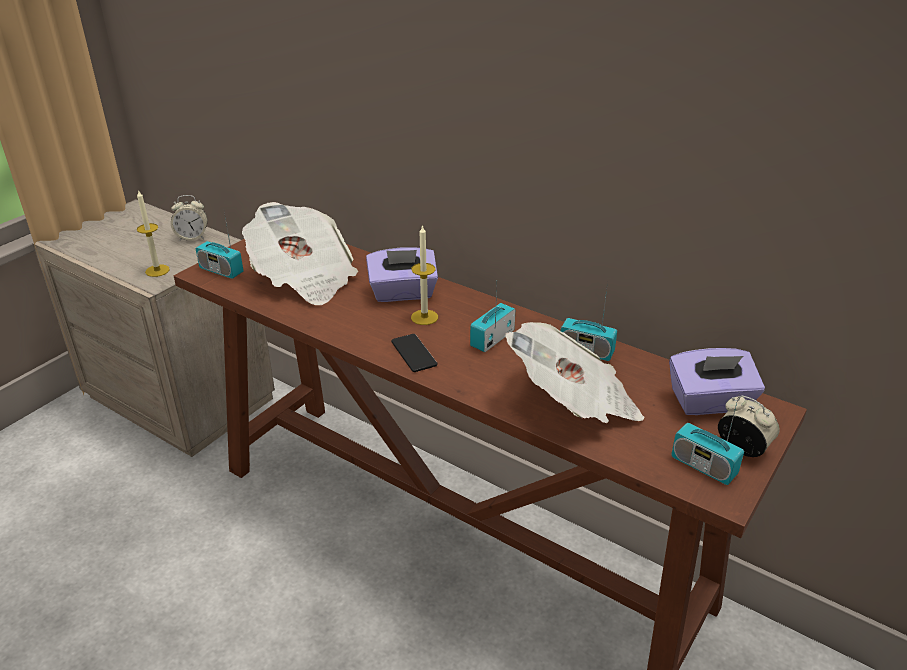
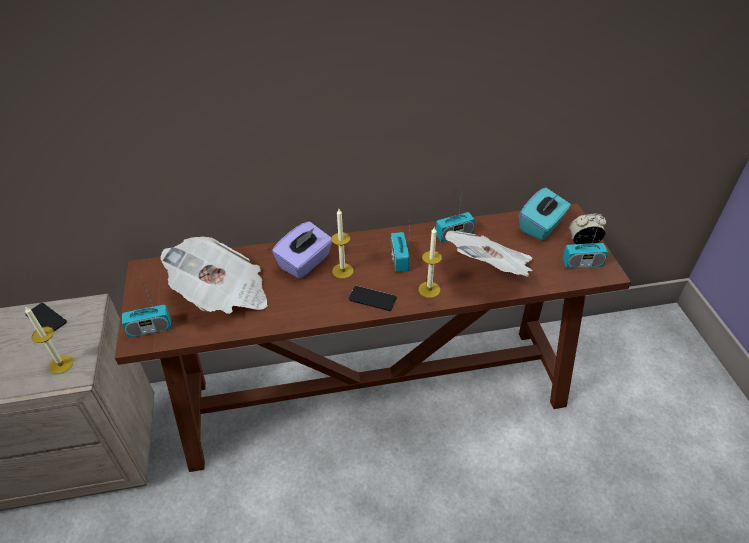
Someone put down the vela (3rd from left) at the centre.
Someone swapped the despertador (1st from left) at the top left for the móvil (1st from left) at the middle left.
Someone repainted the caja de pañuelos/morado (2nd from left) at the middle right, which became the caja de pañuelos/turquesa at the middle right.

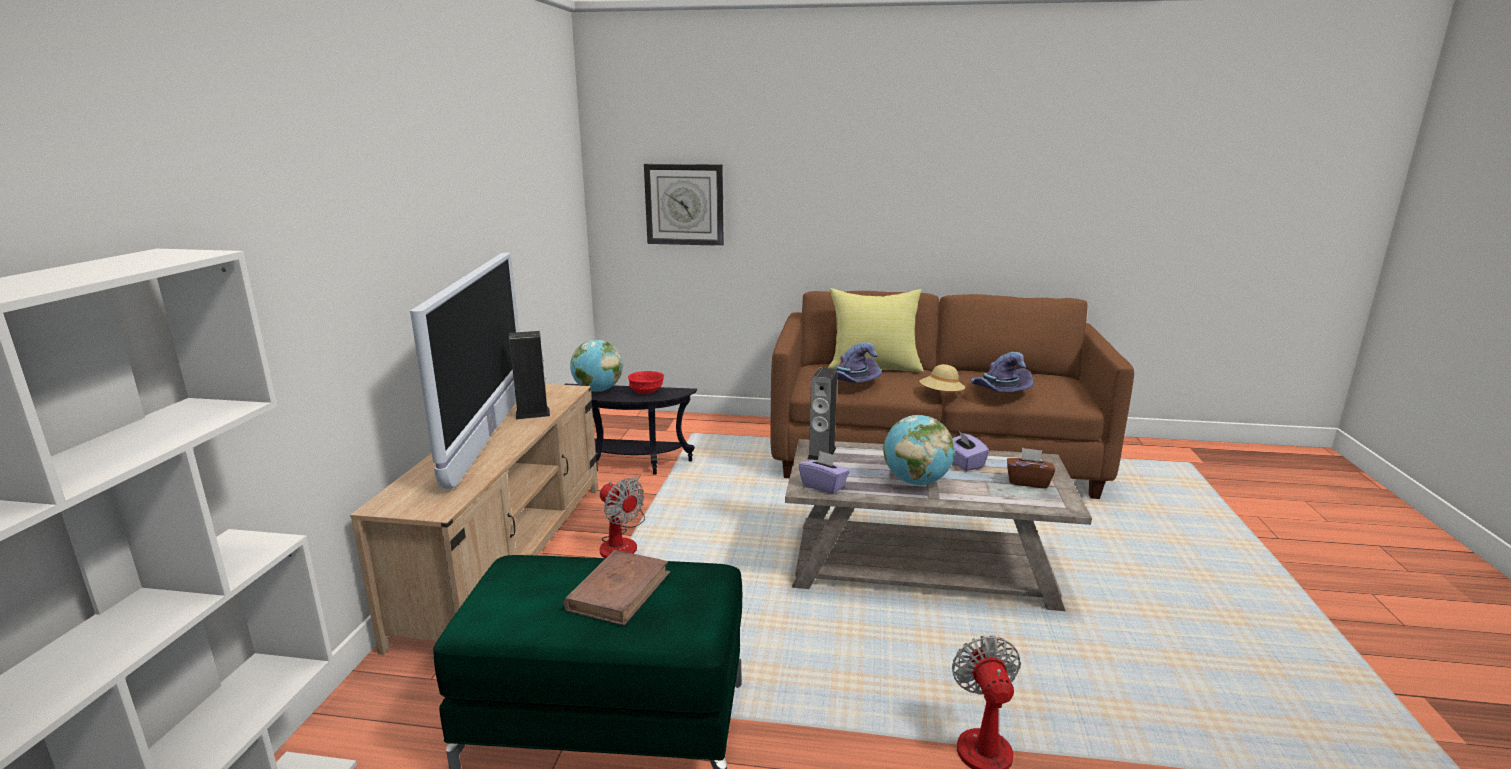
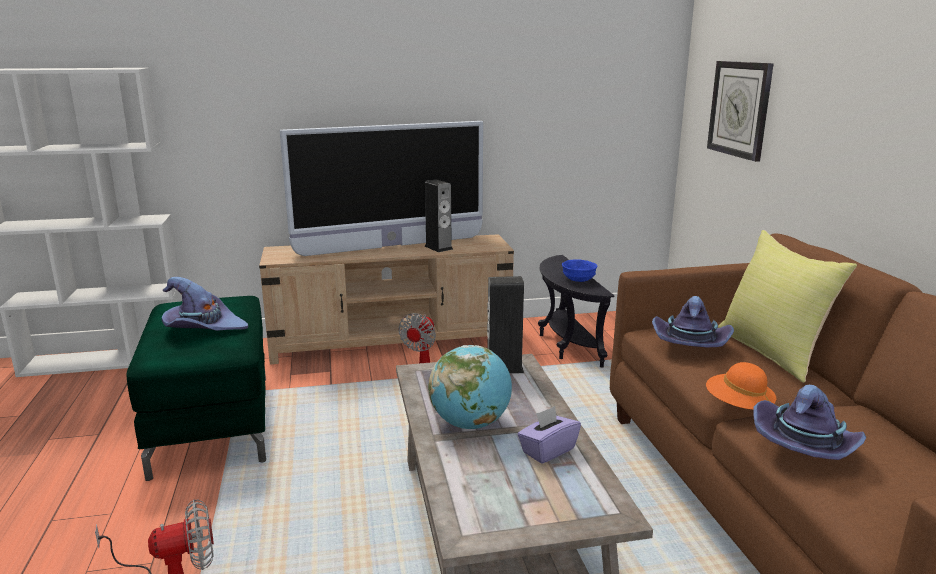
Someone took away the globo terráqueo (1st from left) at the centre.
Someone took away the caja de pañuelos/morado (1st from left) at the centre.
Someone took away the caja de pañuelos/marrón at the middle right.
Someone swapped the libro/marrón at the bottom centre for the sombrero/morado (1st from left) at the middle left.
Someone repainted the cuenco/rojo at the centre, which became the cuenco/azul at the centre.
Someone repainted the sombrero/beis at the centre, which became the sombrero/naranja at the bottom right.

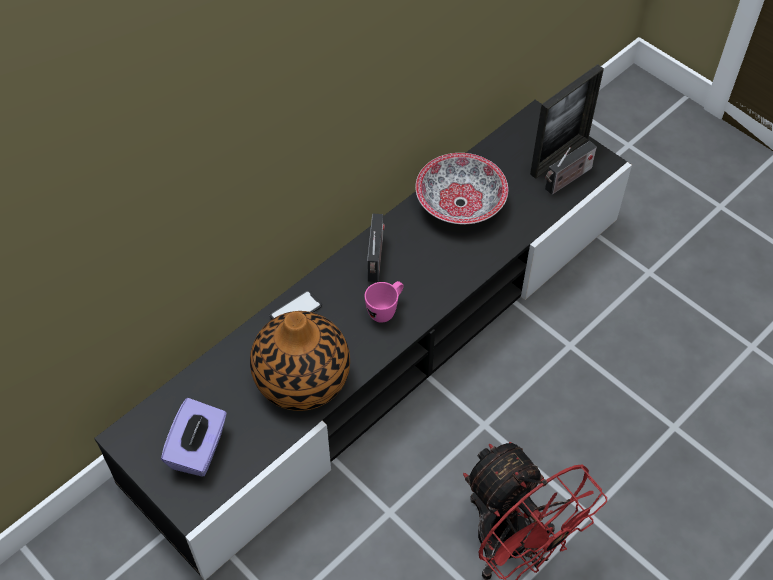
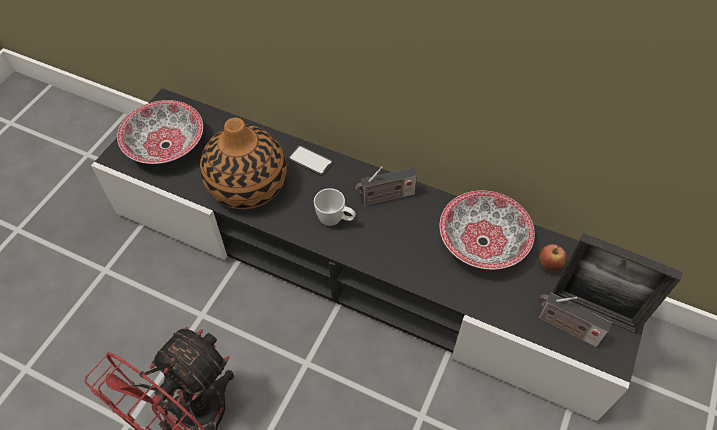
Someone put down the manzana at the middle right.
Someone swapped the caja de pañuelos/morado at the bottom left for the cuenco (1st from left) at the top left.
Someone repainted the taza grande/rosa at the centre, which became the taza grande/blanco at the centre.

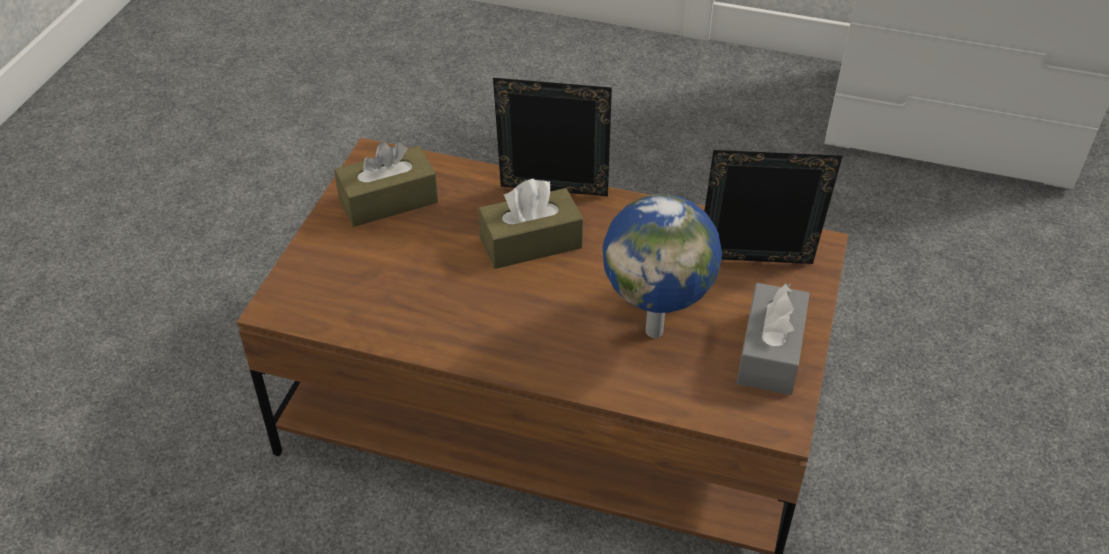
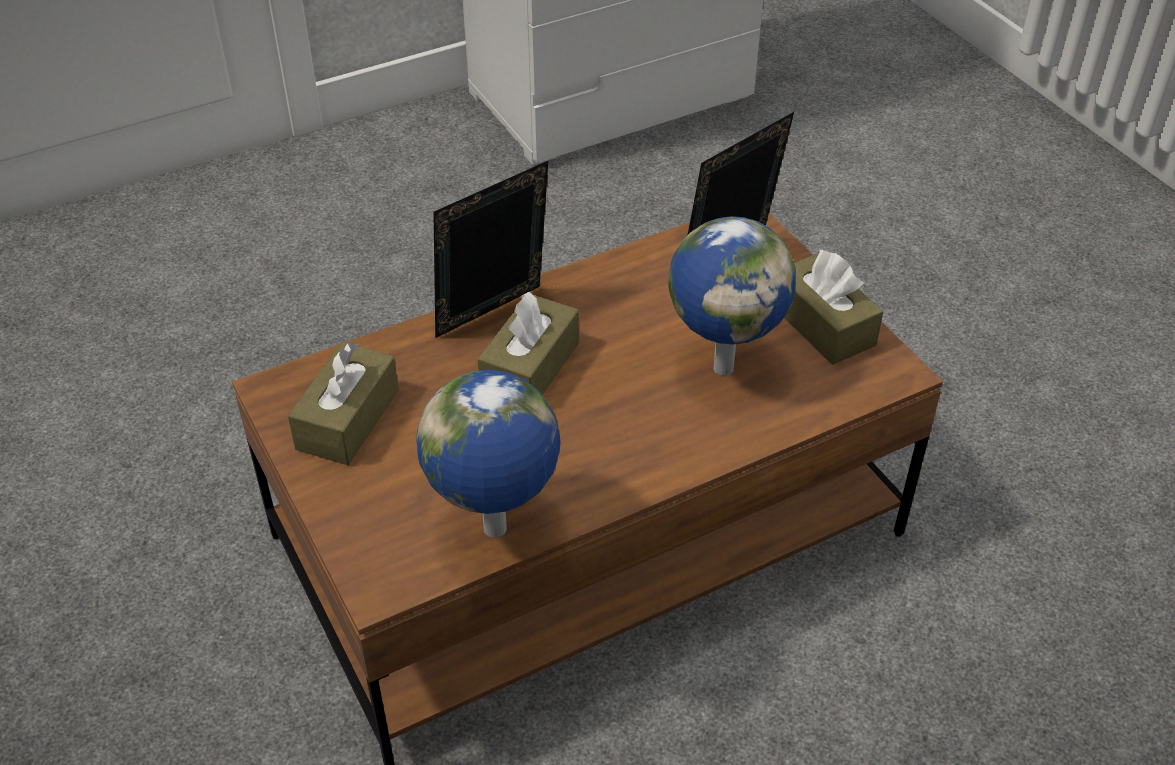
Someone put down the globo terráqueo (1st from left) at the centre.
Someone repainted the caja de pañuelos/gris at the middle right, which became the caja de pañuelos/marrón (3rd from left) at the middle right.

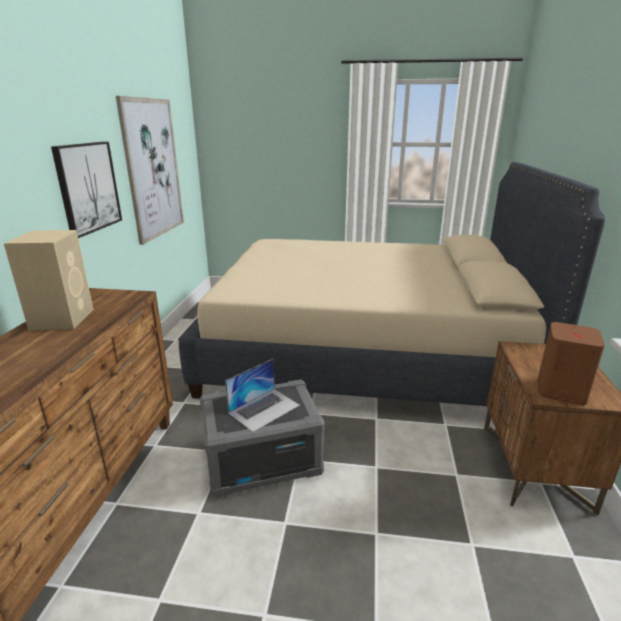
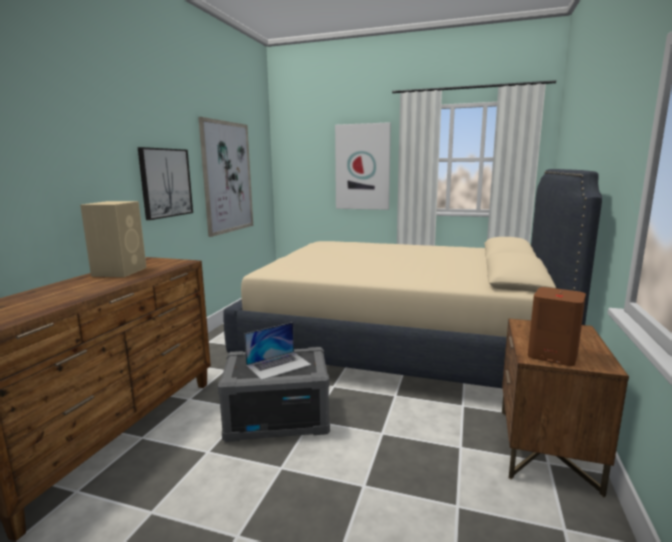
Someone put up the cuadro (3rd from left) at the top centre.

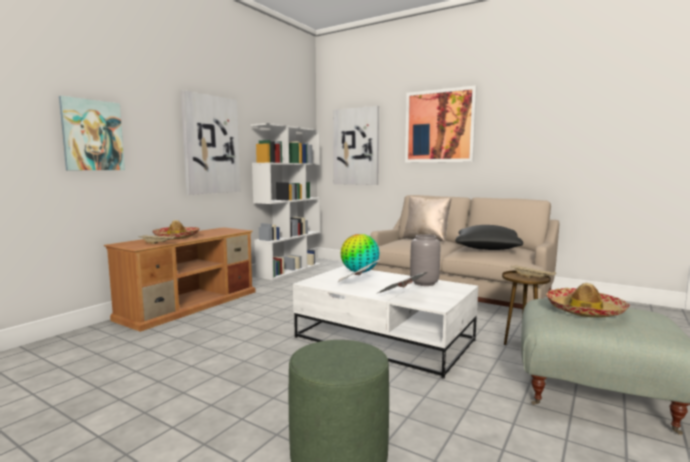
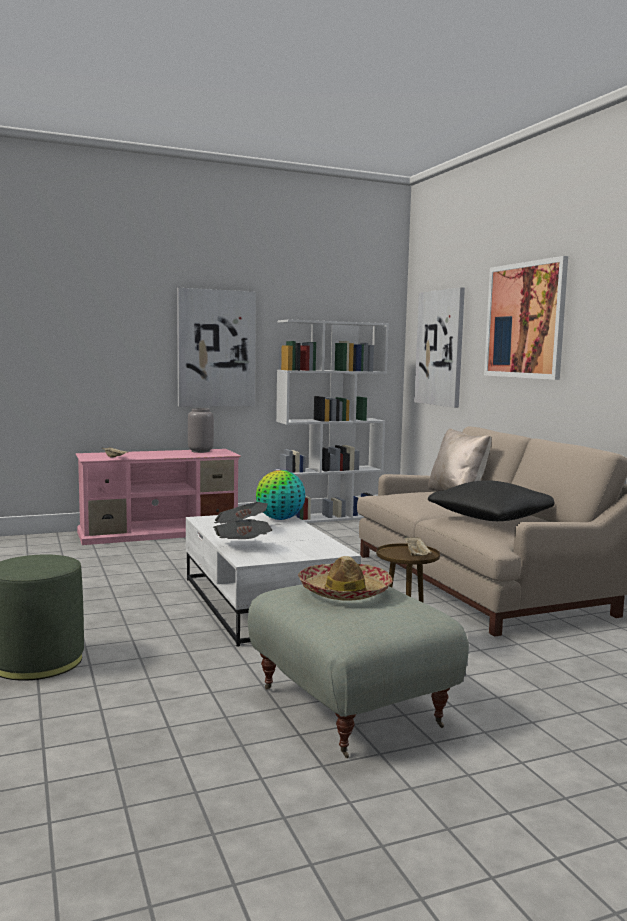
Someone took away the cuadro (1st from left) at the top left.
Someone took away the sombrero (1st from left) at the middle left.
Someone carried the florero/gris from the centre to the middle left.
Someone repainted the mueble de televisión/marrón at the middle left, which became the mueble de televisión/rosa at the middle left.

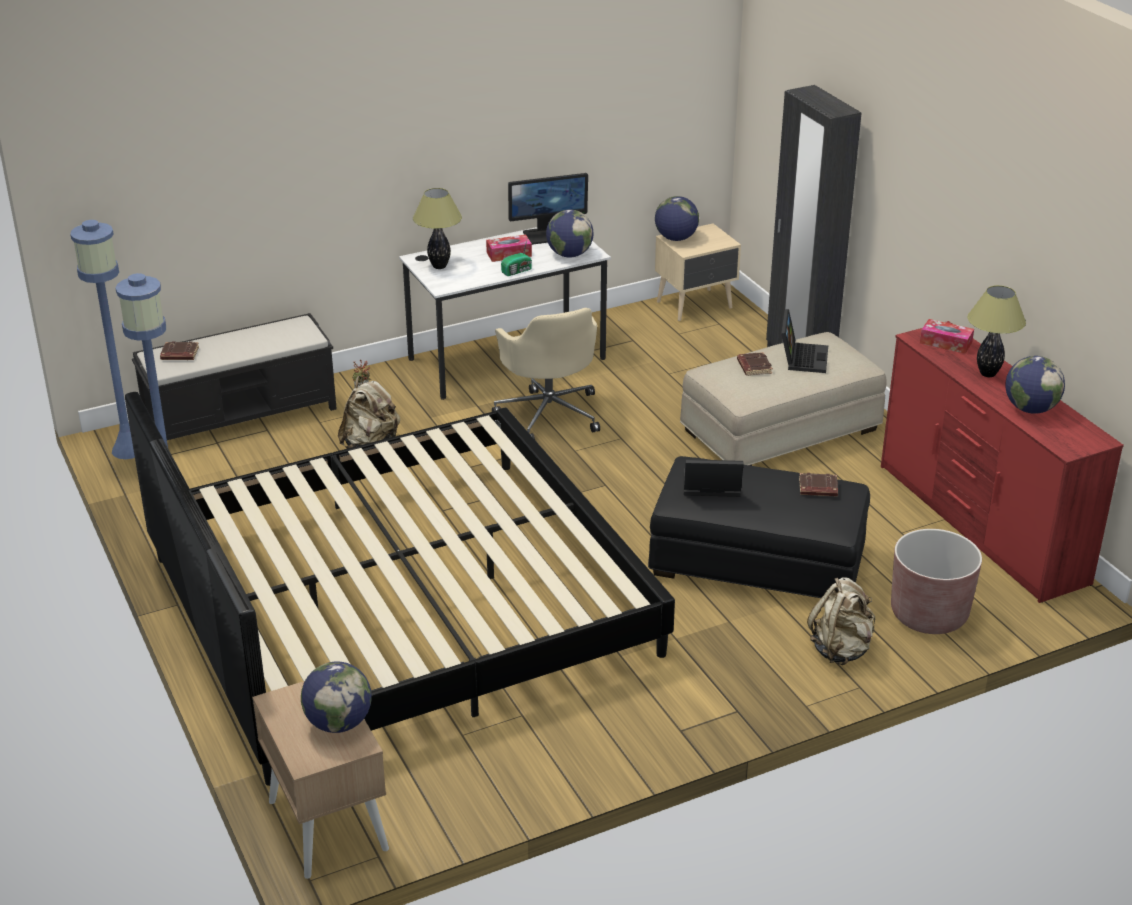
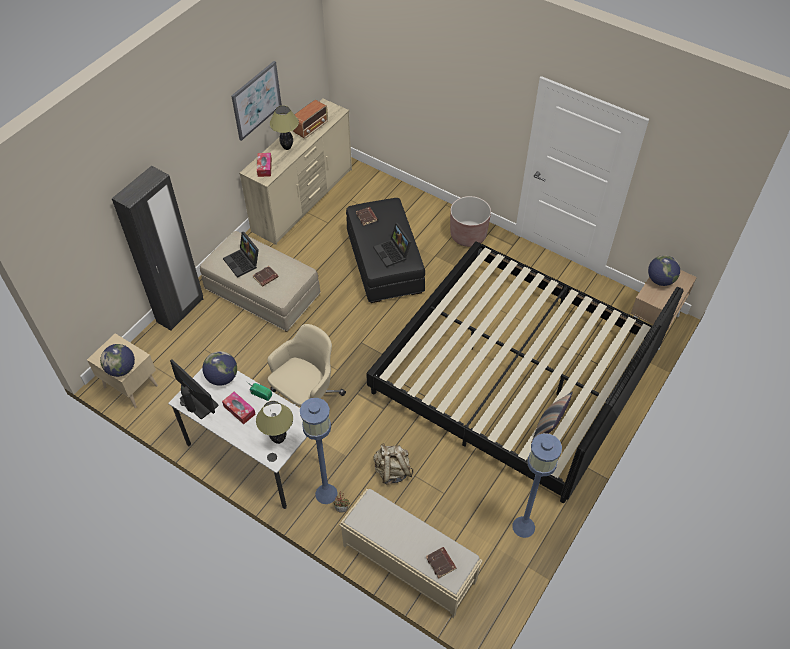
Someone took away the mochila/beis (2nd from left) at the bottom right.
Someone put up the cuadro at the top left.
Someone put down the cojín at the middle right.
Someone carried the lámpara de pie/azul (1st from left) from the middle left to the bottom centre.
Someone carried the maceta/marrón from the middle right to the centre.
Someone swapped the globo terráqueo (4th from left) at the middle right for the radio (2nd from left) at the top centre.
Someone repainted the banco/negro at the middle left, which became the banco/beis at the bottom centre.
Someone repainted the cómoda/rojo at the middle right, which became the cómoda/beis at the top centre.
Someone rotated the portátil (2nd from left in the first image) at the middle right by 105 degrees counterclockwise.

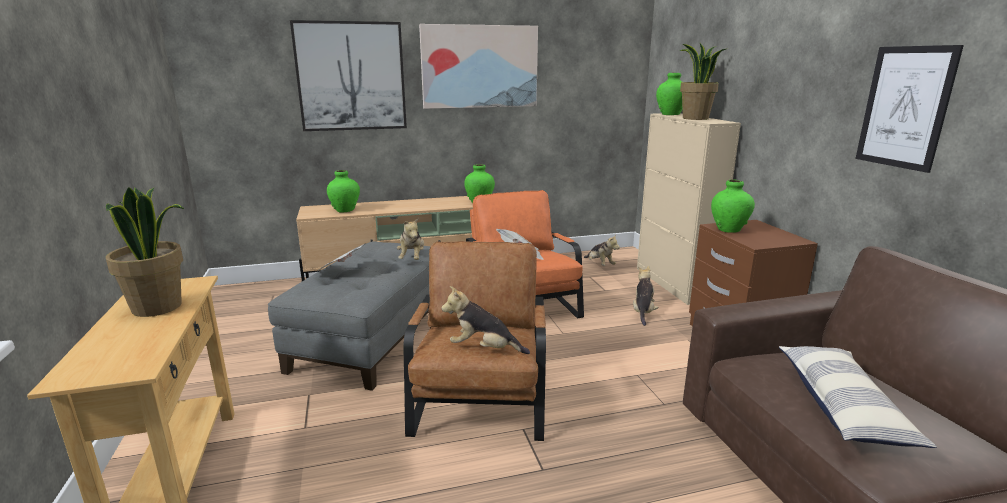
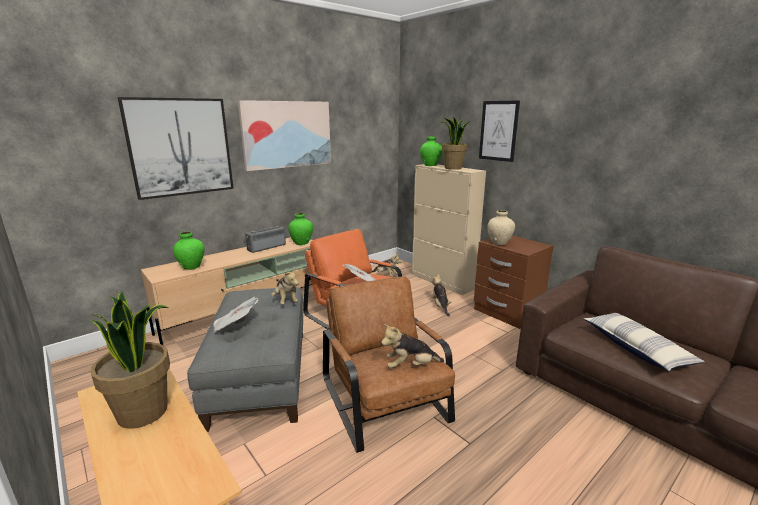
Someone put down the radio at the centre.
Someone carried the cuadro (3rd from left) from the top right to the top centre.
Someone repainted the florero/verde (4th from left) at the middle right, which became the florero/beis at the centre.

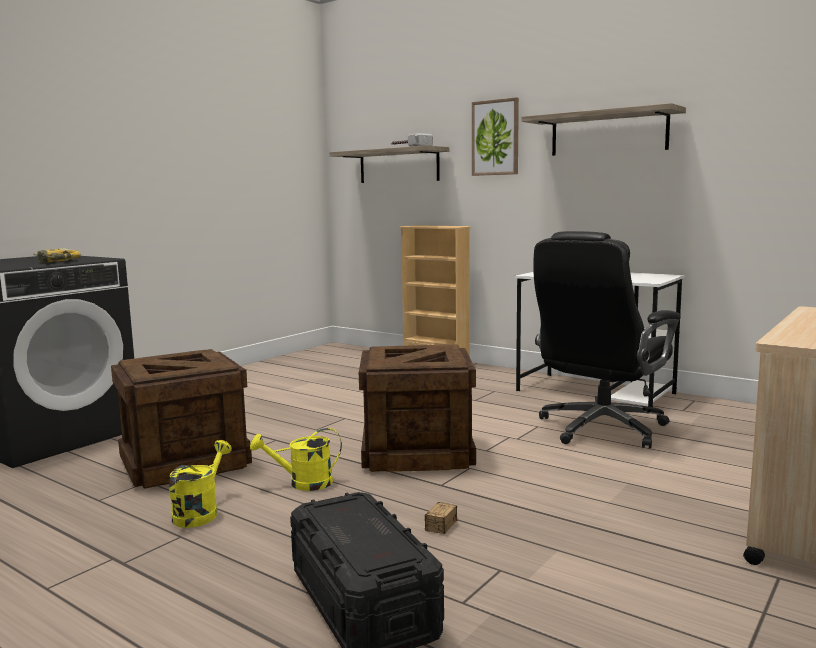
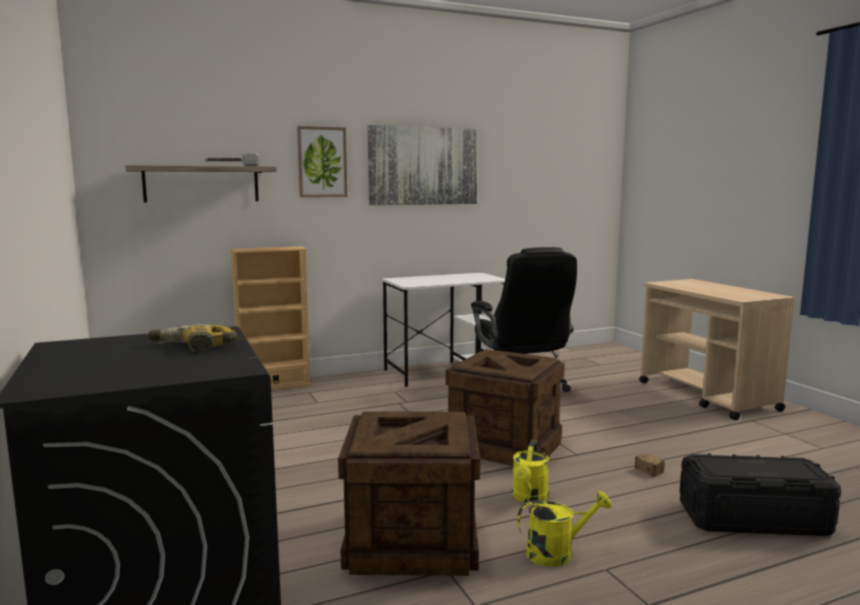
Someone swapped the estante (2nd from left) at the top right for the cuadro (2nd from left) at the top centre.
Someone rotated the regadera/amarillo (1st from left in the first image) at the bottom left by 120 degrees clockwise.

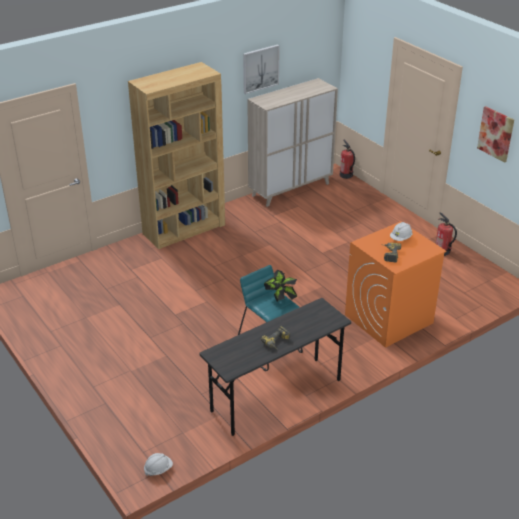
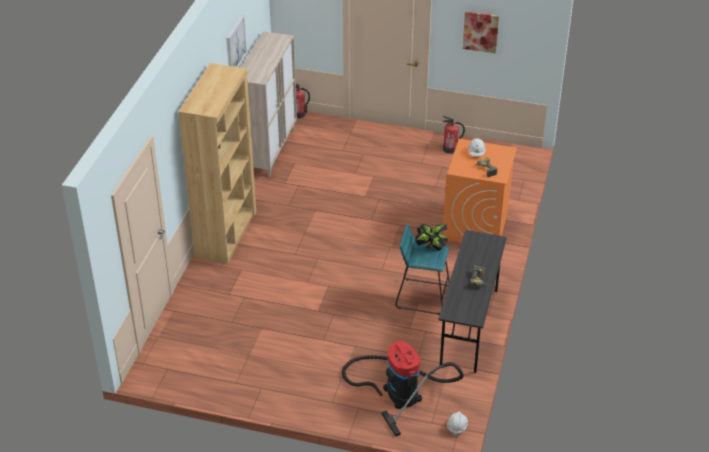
Someone put down the aspiradora at the bottom centre.

